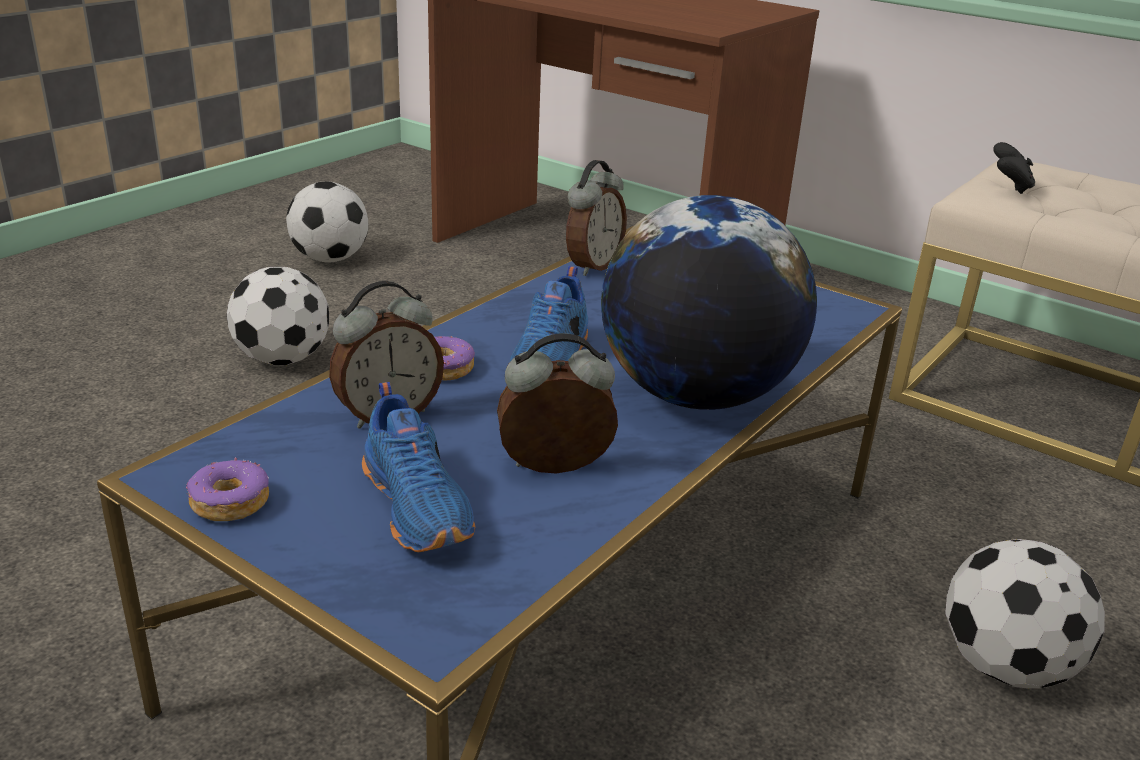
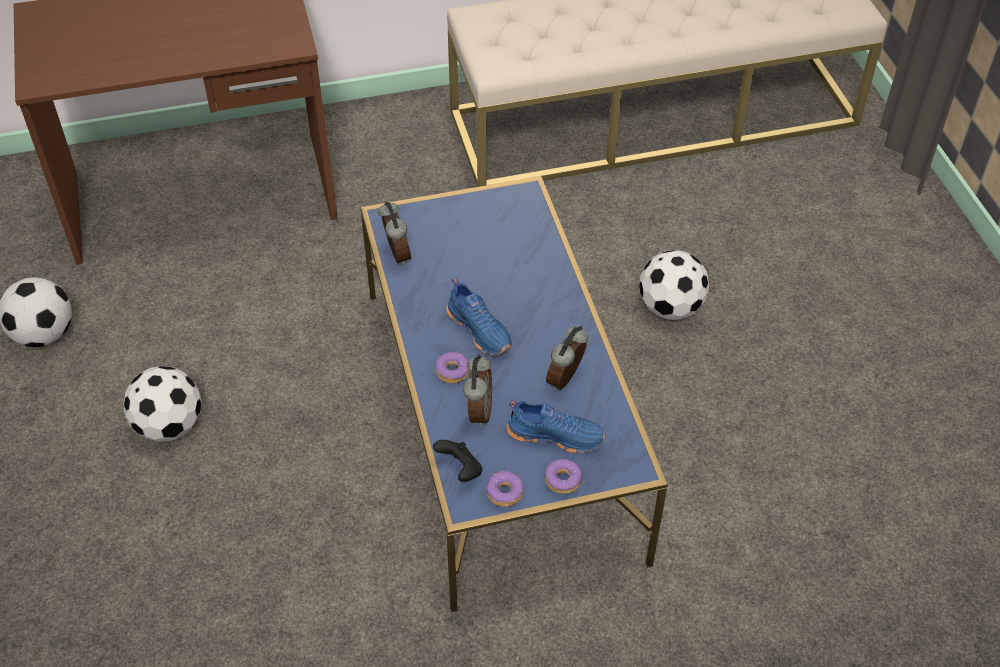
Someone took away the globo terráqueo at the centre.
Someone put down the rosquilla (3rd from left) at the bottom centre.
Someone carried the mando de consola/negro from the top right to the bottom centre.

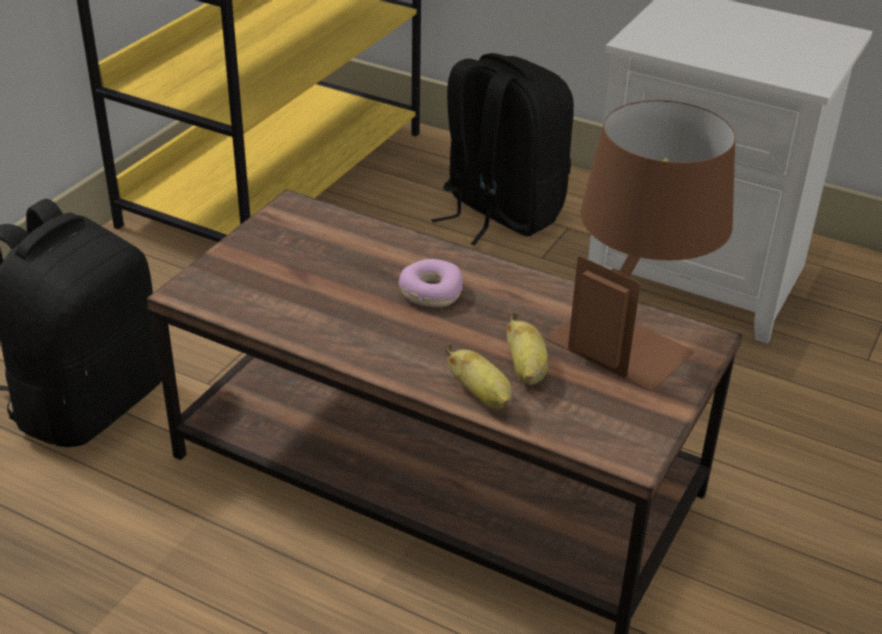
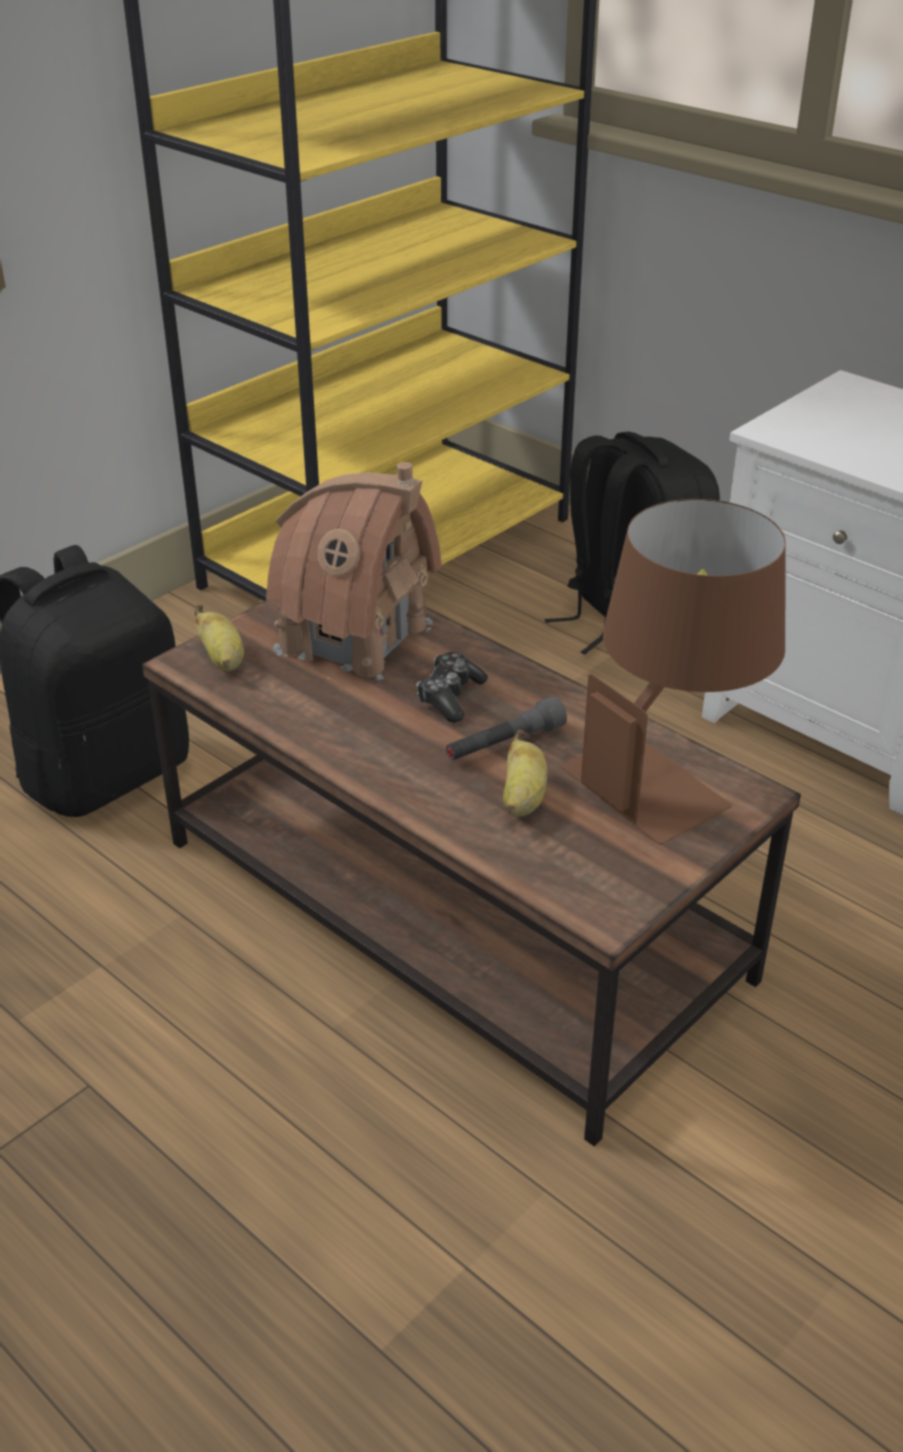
Someone put down the casita at the centre.
Someone put down the linterna/gris at the centre.
Someone carried the plátano (1st from left) from the centre to the middle left.
Someone swapped the rosquilla at the centre for the mando de consola at the centre.

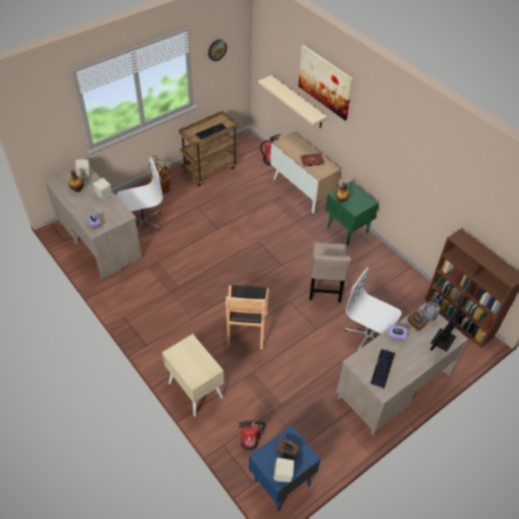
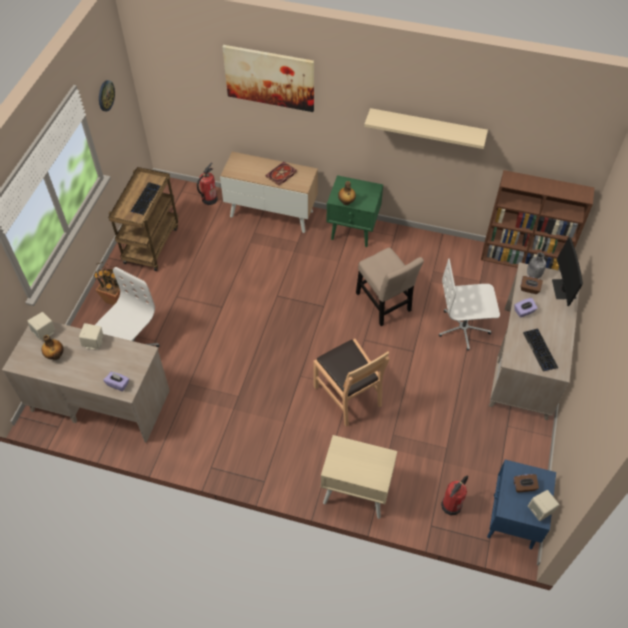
Someone carried the estante/beis from the top centre to the top right.

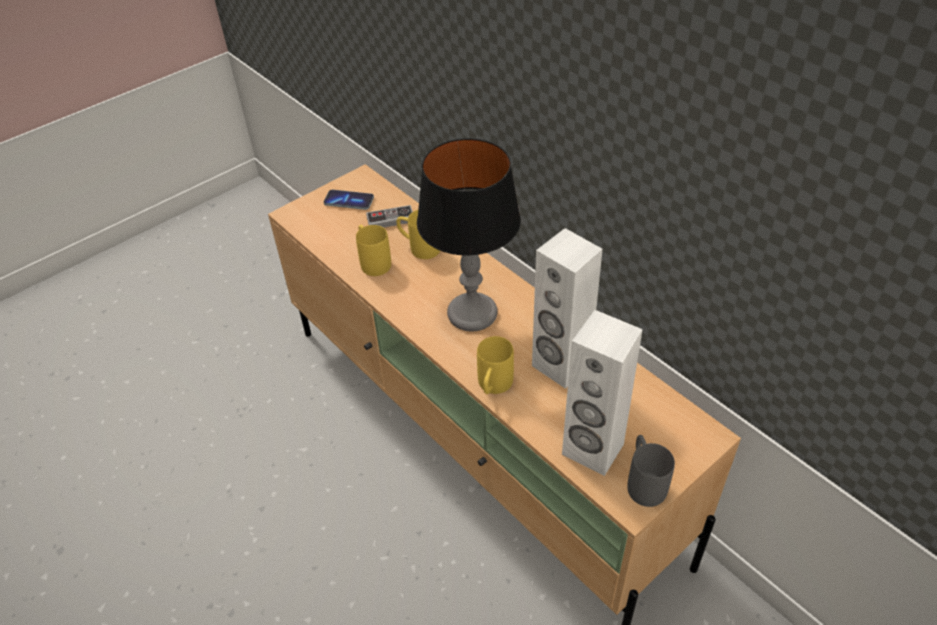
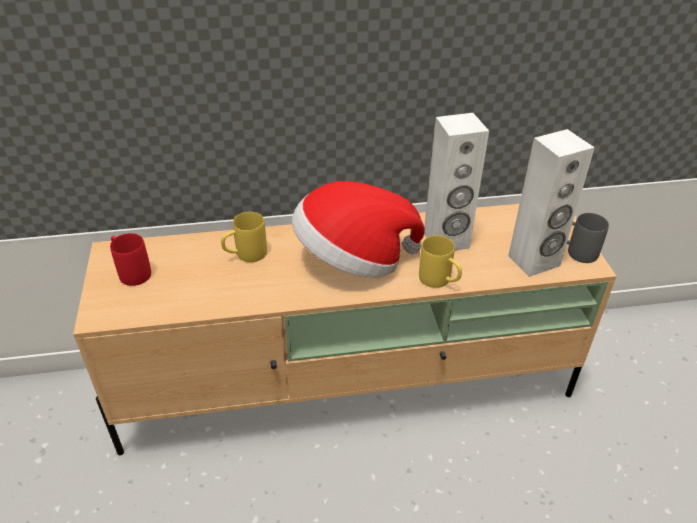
Someone took away the taza grande/amarillo (1st from left) at the centre.
Someone took away the mando de consola at the centre.
Someone swapped the móvil at the top centre for the taza grande/rojo at the middle left.
Someone swapped the lámpara de mesa at the centre for the sombrero at the centre.

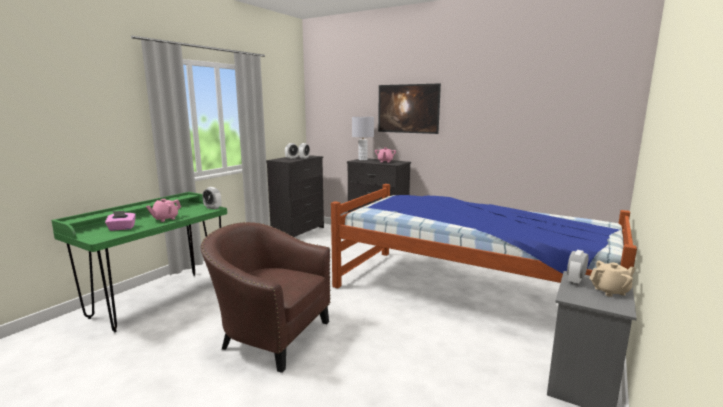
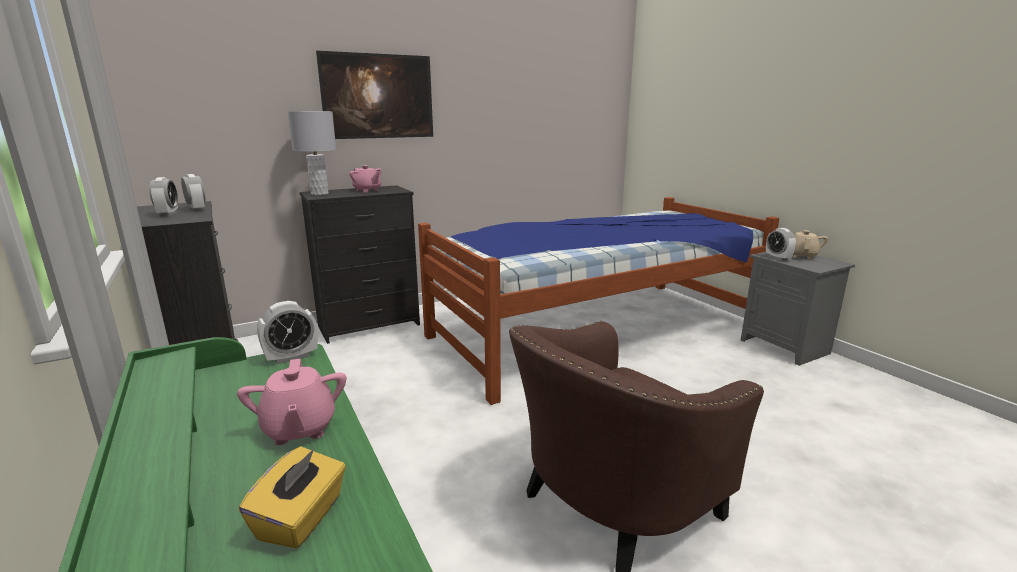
Someone repainted the caja de pañuelos/rosa at the middle left, which became the caja de pañuelos/amarillo at the bottom left.

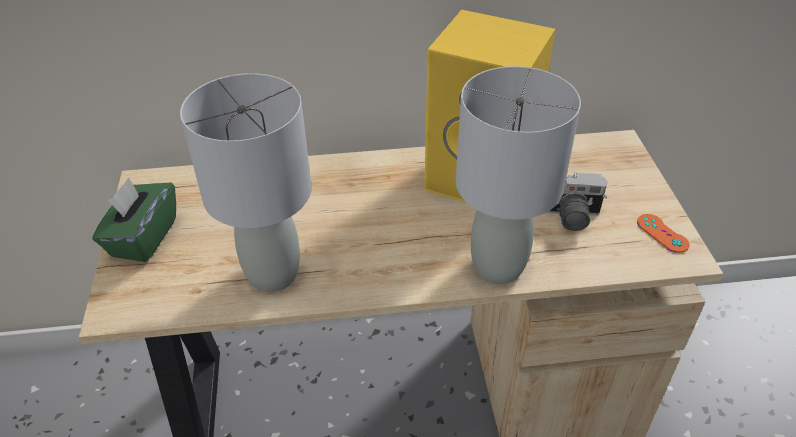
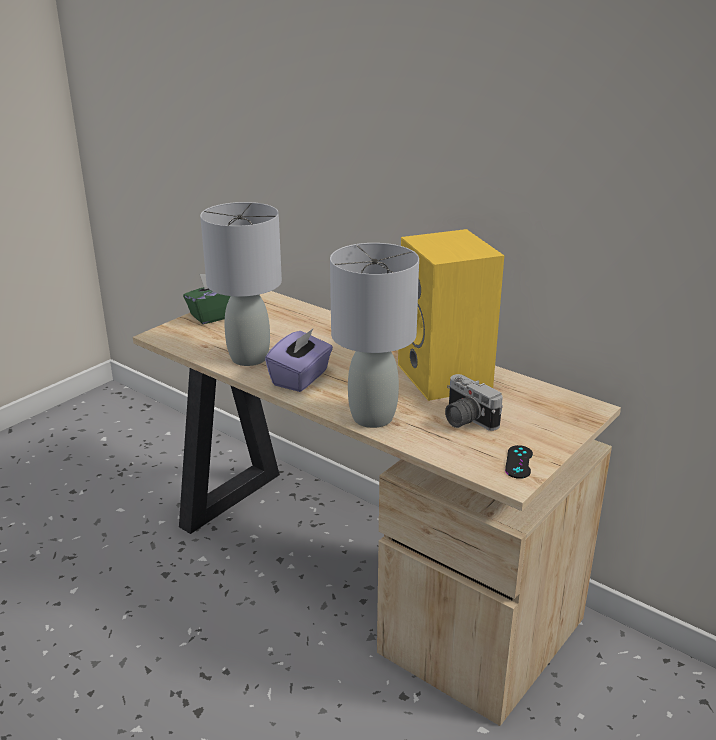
Someone put down the caja de pañuelos/morado at the centre.
Someone repainted the mando de consola/naranja at the middle right, which became the mando de consola/negro at the middle right.

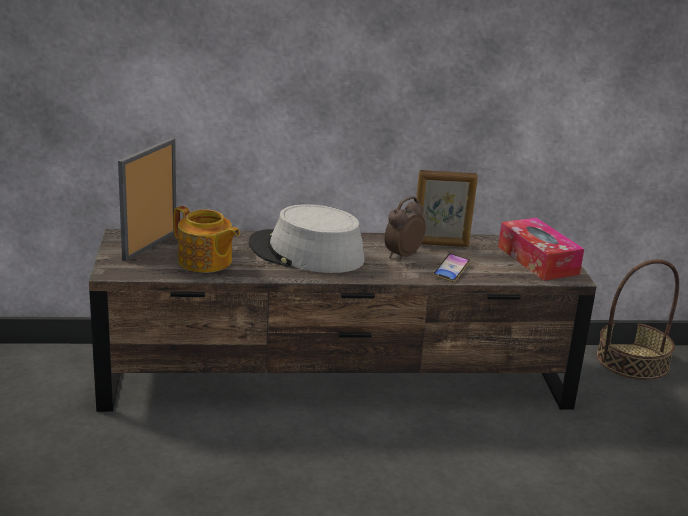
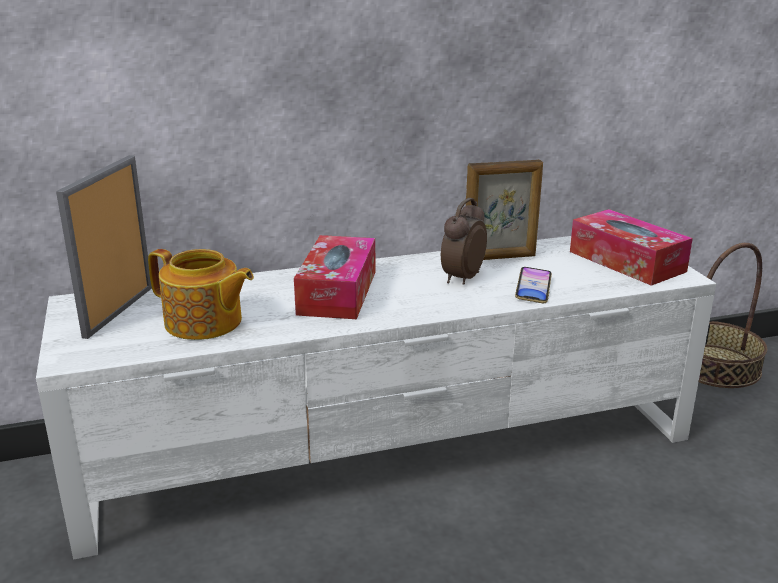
Someone swapped the sombrero/gris at the centre for the caja de pañuelos (1st from left) at the centre.
Someone repainted the mueble de televisión/marrón at the centre, which became the mueble de televisión/blanco at the bottom centre.

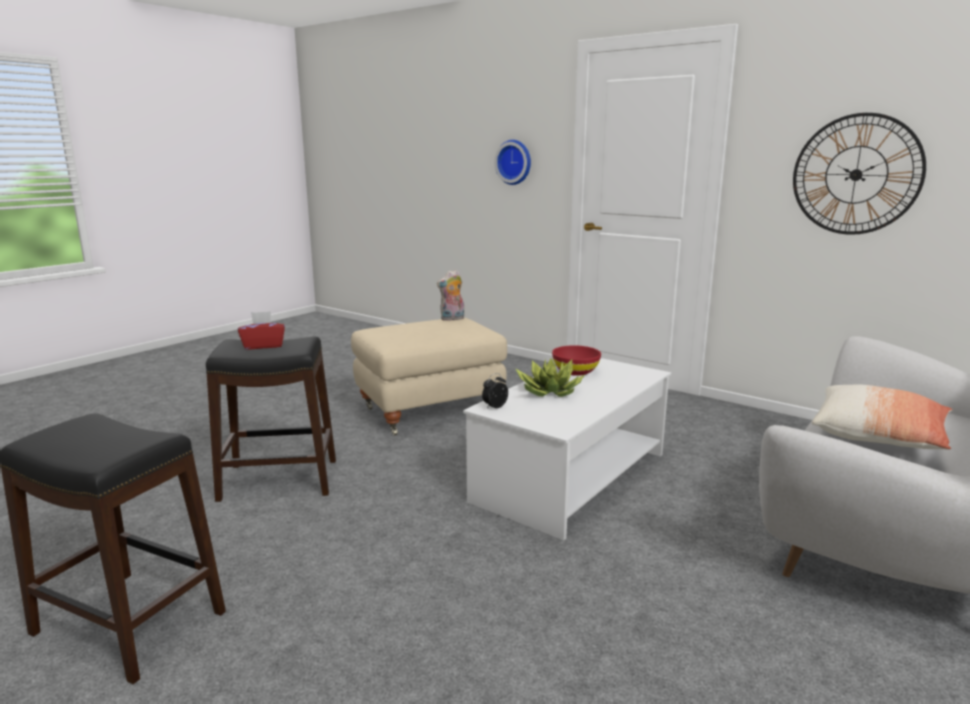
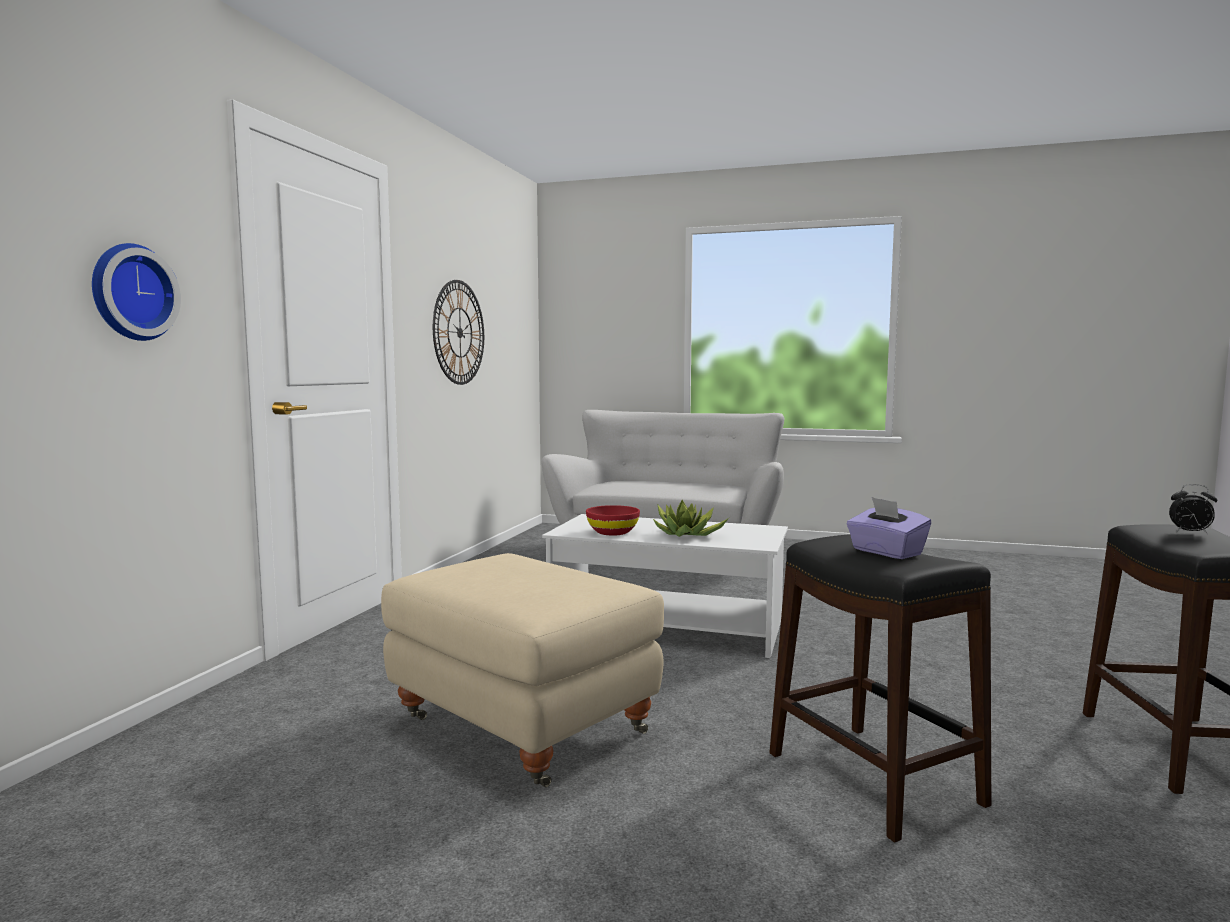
Someone took away the peluche at the centre.
Someone took away the cojín at the middle right.
Someone carried the despertador from the centre to the middle right.
Someone repainted the caja de pañuelos/rojo at the middle left, which became the caja de pañuelos/morado at the middle right.

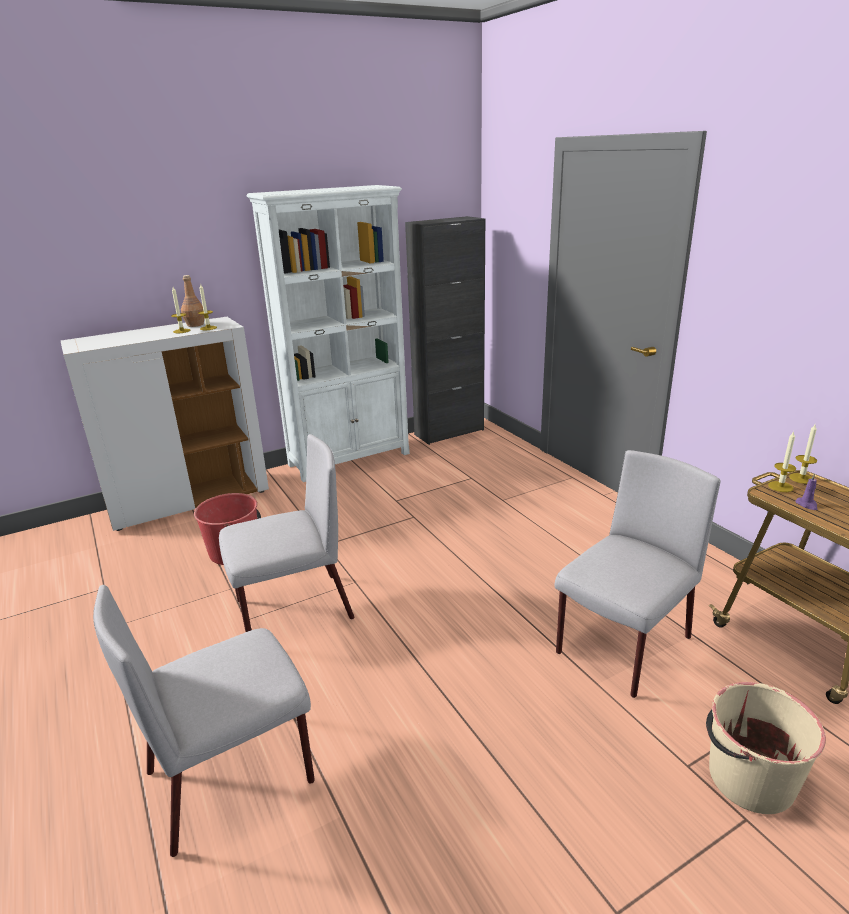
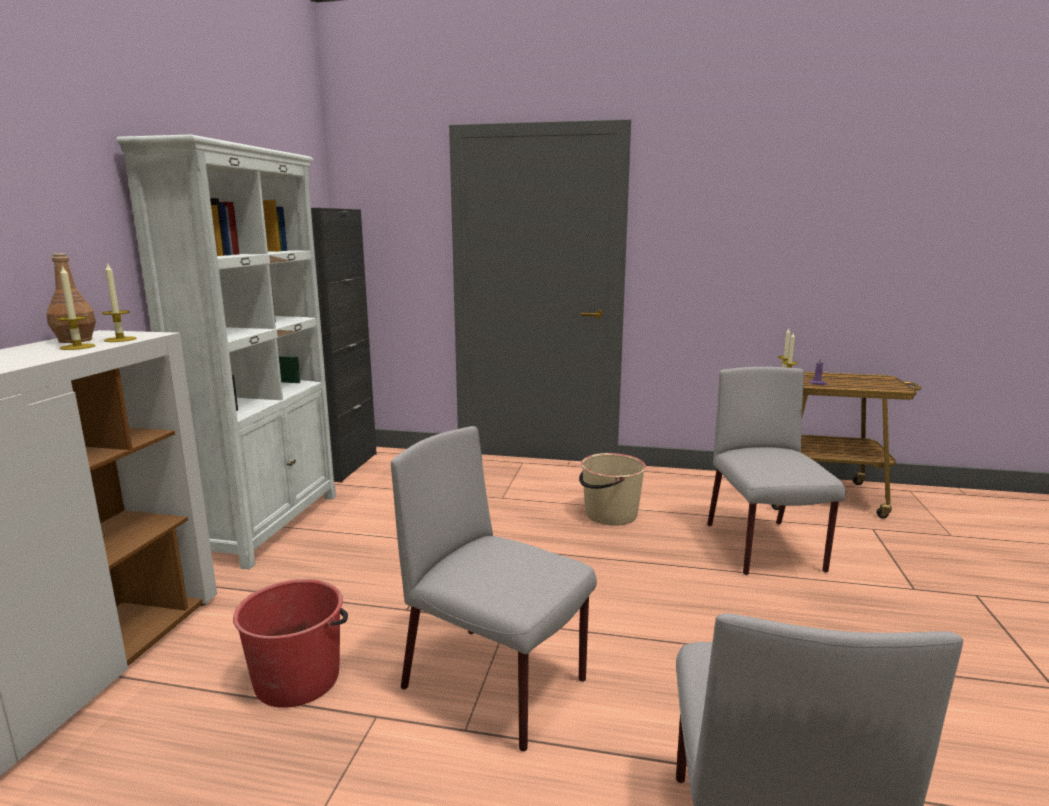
Someone carried the cubo/beis from the bottom right to the centre.
Someone rotated the silla/gris (2nd from left in the first image) at the centre by 75 degrees counterclockwise.

